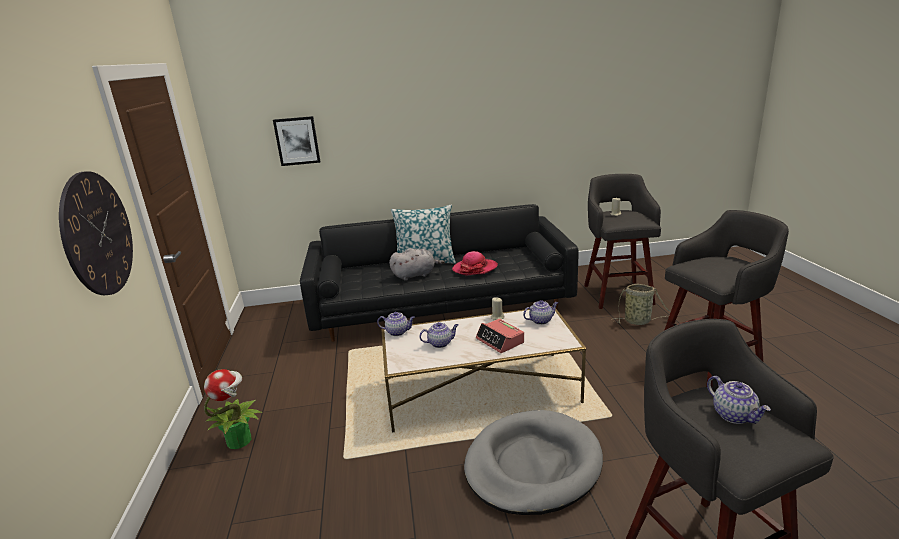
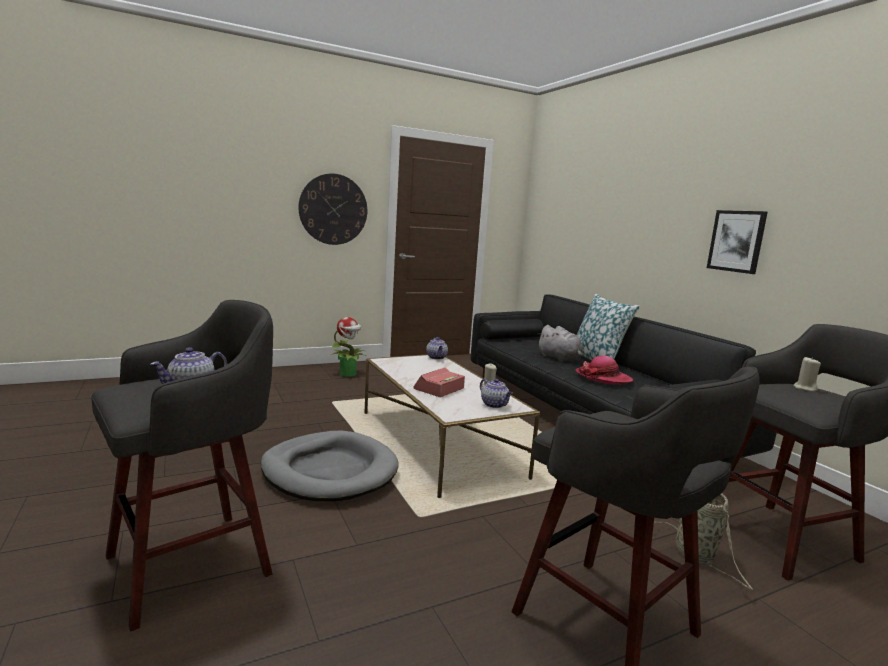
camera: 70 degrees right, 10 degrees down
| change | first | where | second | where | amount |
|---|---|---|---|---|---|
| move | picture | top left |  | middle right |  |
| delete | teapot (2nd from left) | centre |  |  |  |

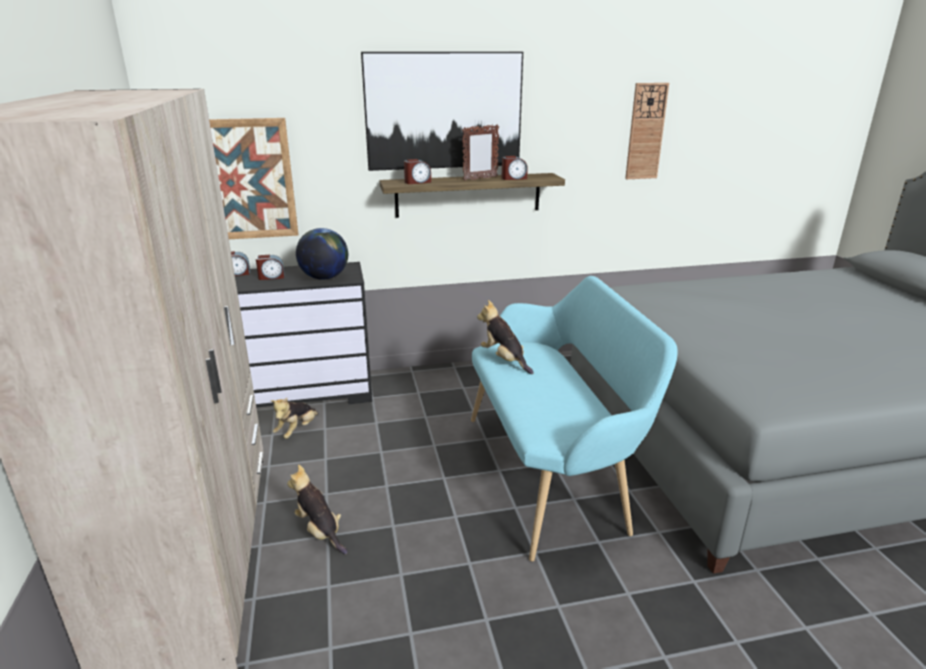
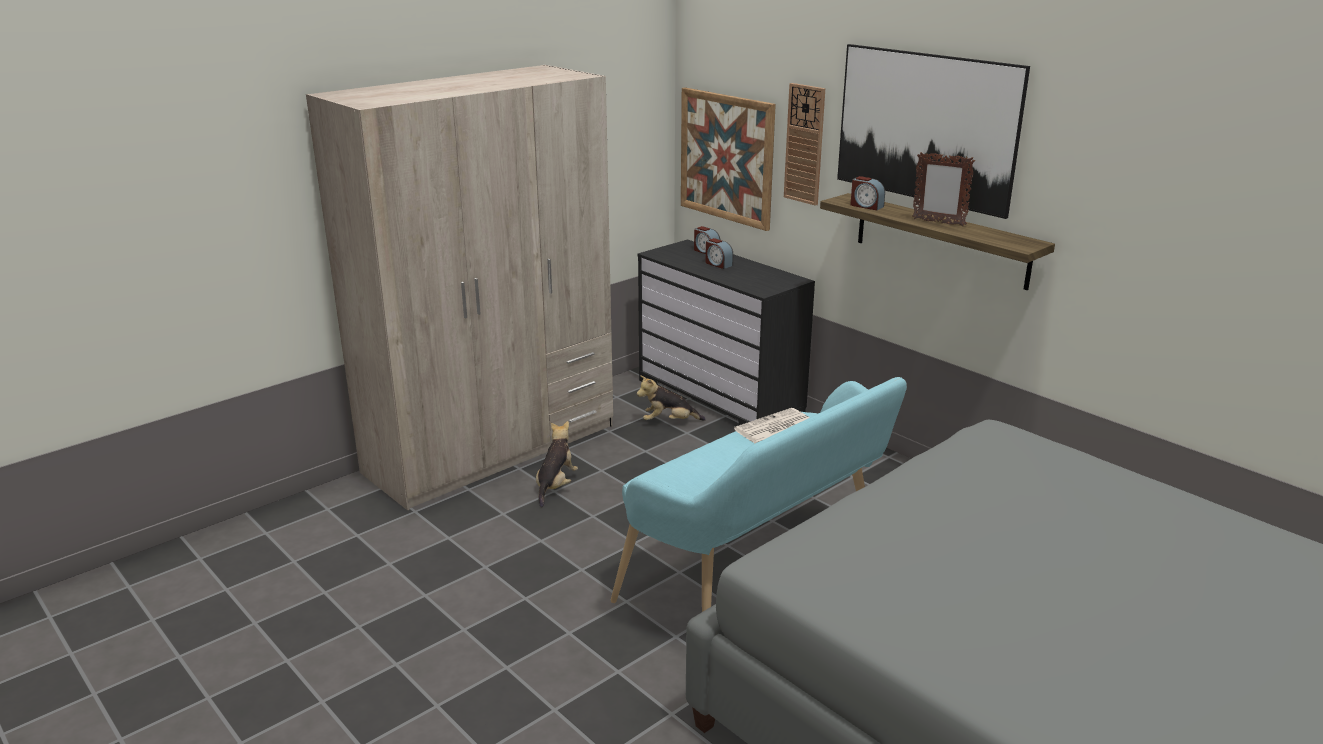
camera: 60 degrees right, 0 degrees up
| change | first | where | second | where | amount |
|---|---|---|---|---|---|
| replace | plush toy (3rd from left) | centre | newspaper | centre |  |
| move | wall clock | top right |  | top centre |  |
| delete | globe | centre |  |  |  |
| delete | alarm clock (4th from left) | top centre |  |  |  |

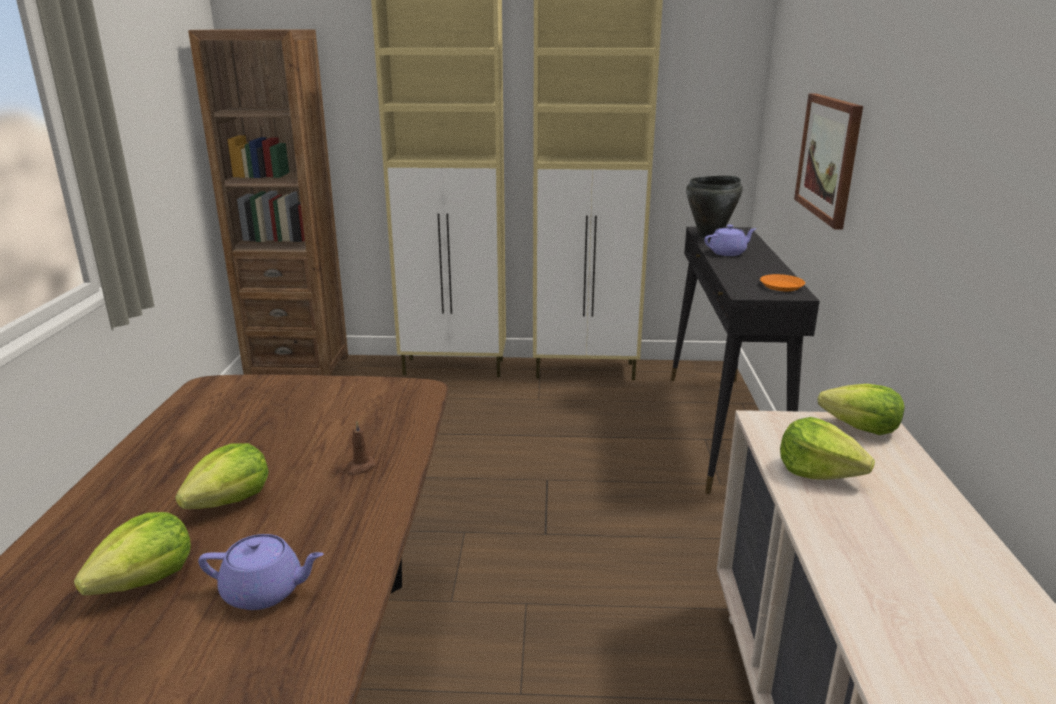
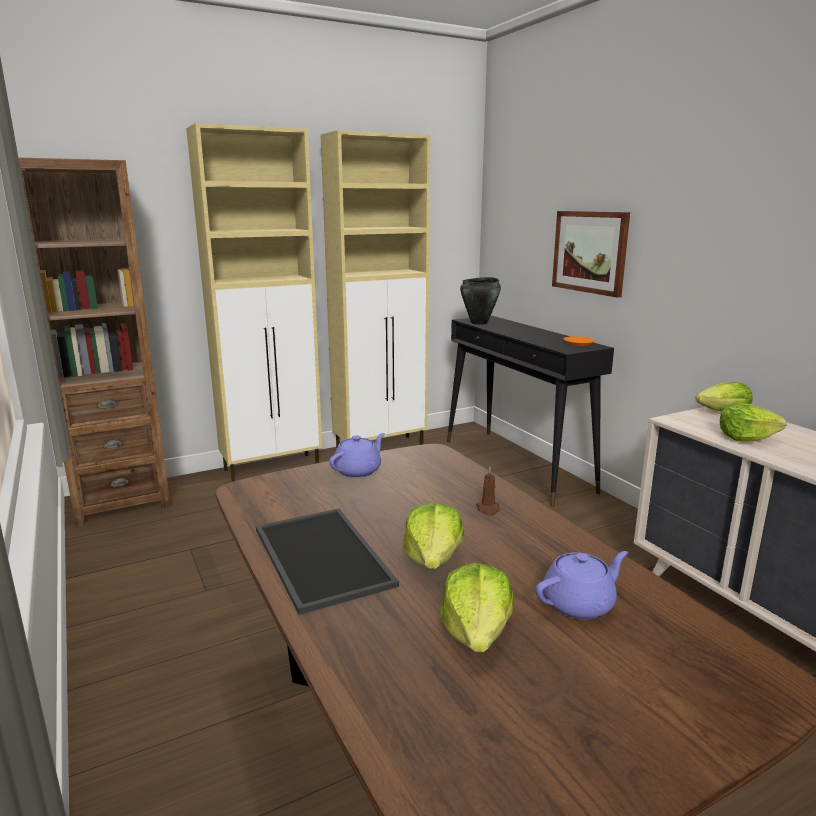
camera: 30 degrees left, 5 degrees down
| change | first | where | second | where | amount |
|---|---|---|---|---|---|
| insert |  |  | tray | bottom centre |  |
| move | purple teapot (2nd from left in the first image) | middle right | purple teapot (1st from left) | centre |  |

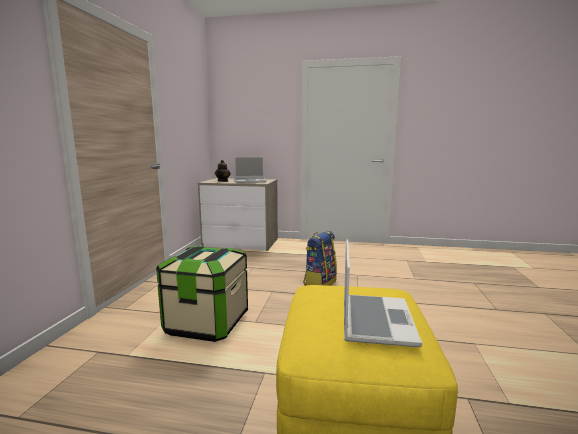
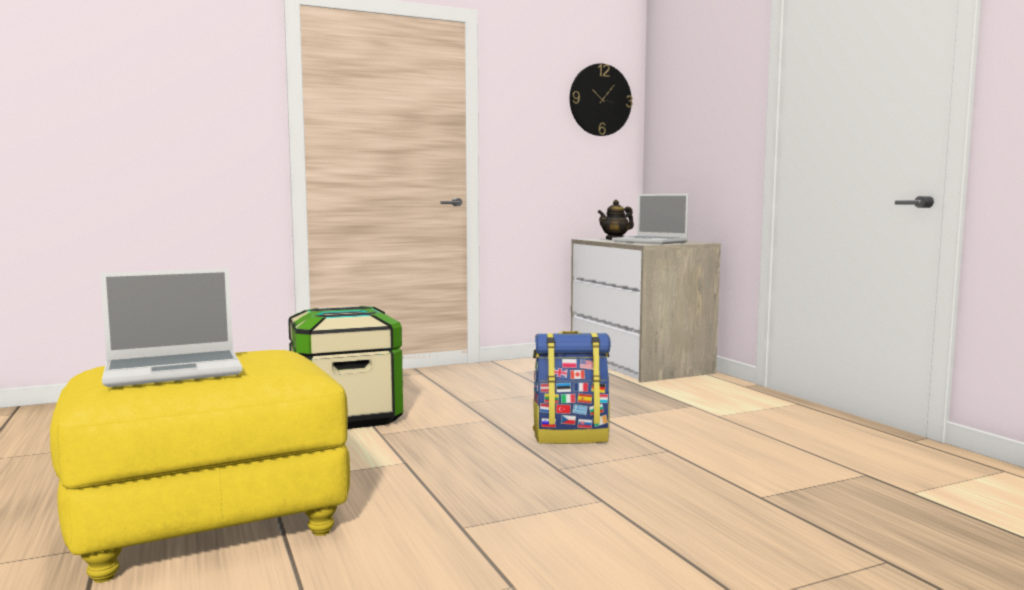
camera: 55 degrees right, 5 degrees down
| change | first | where | second | where | amount |
|---|---|---|---|---|---|
| insert |  |  | wall clock | top centre |  |

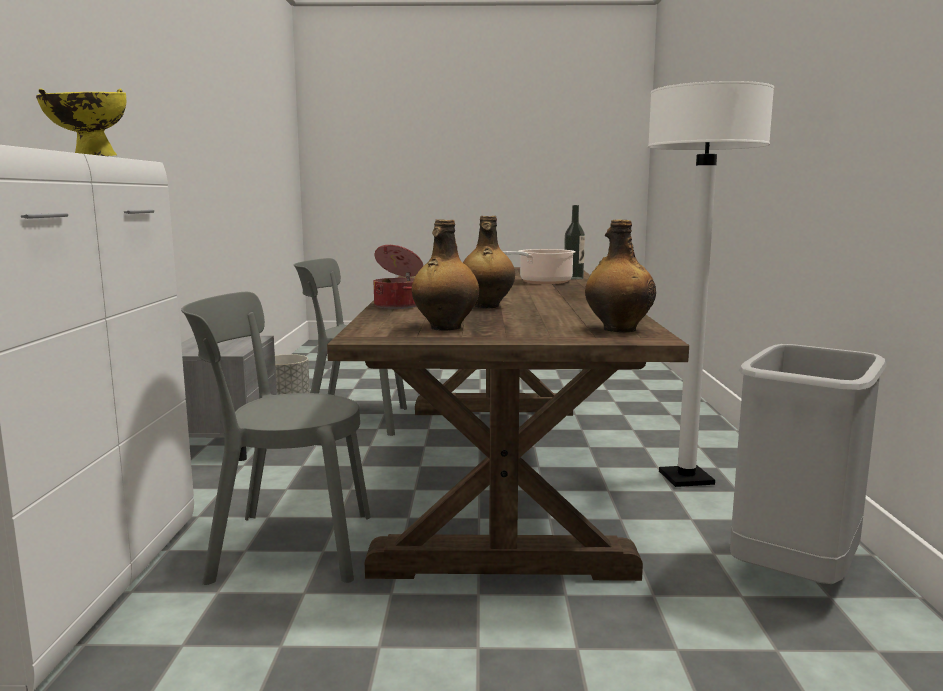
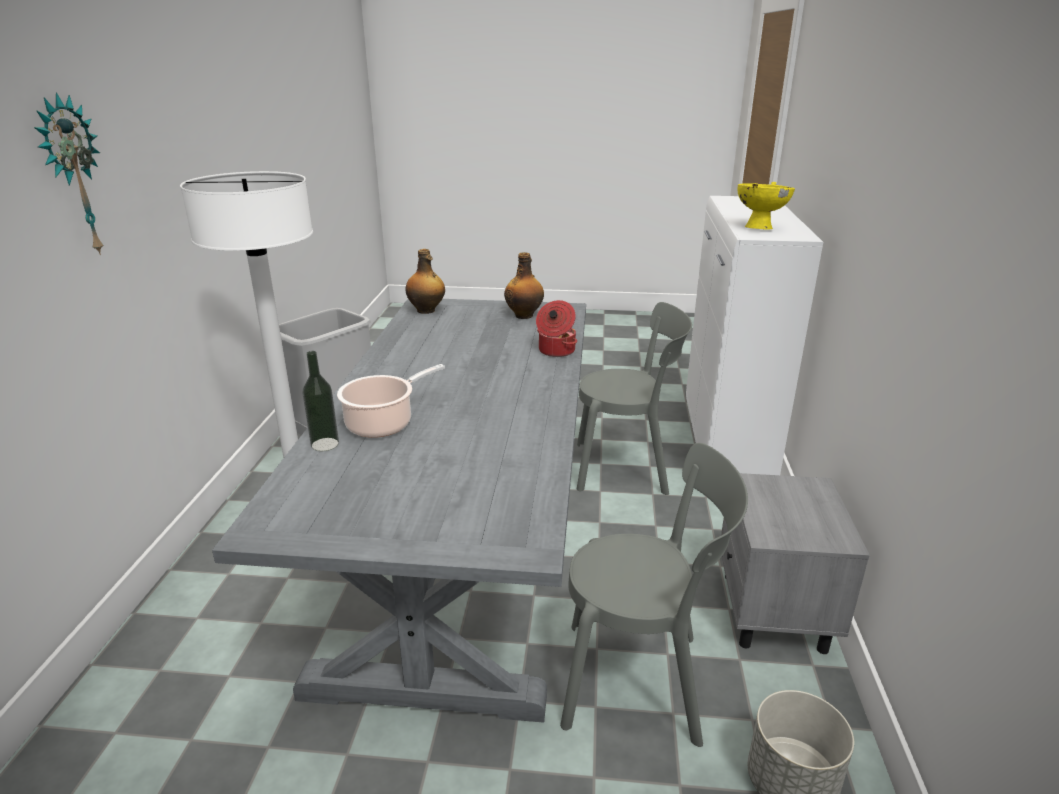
camera: 175 degrees left, 15 degrees up
| change | first | where | second | where | amount |
|---|---|---|---|---|---|
| insert |  |  | wall clock | top left |  |
| recolor | brown dining table | centre | grey dining table | centre |  |
| delete | bottle (2nd from left) | centre |  |  |  |

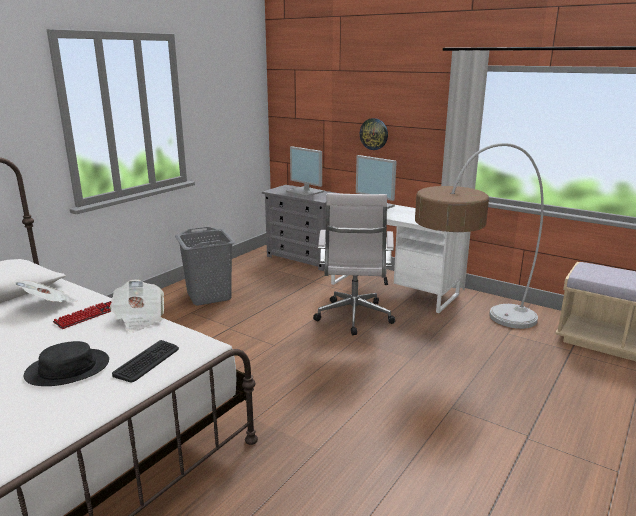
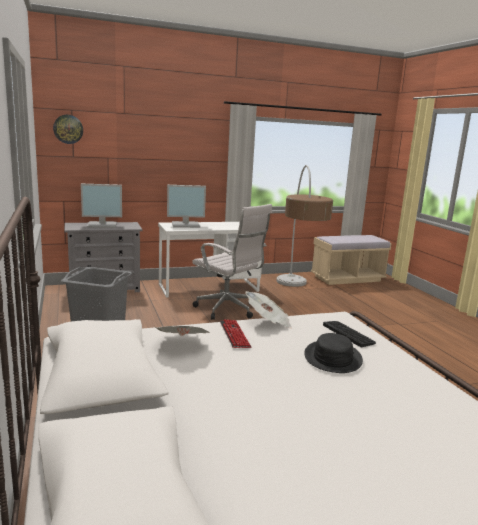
camera: 55 degrees left, 5 degrees down
| change | first | where | second | where | amount |
|---|---|---|---|---|---|
| move | wall clock | top centre |  | top left |  |

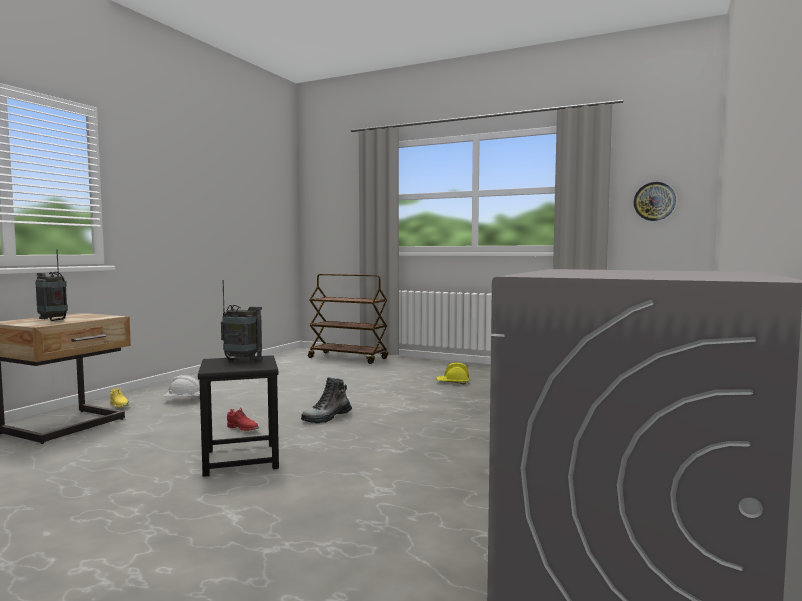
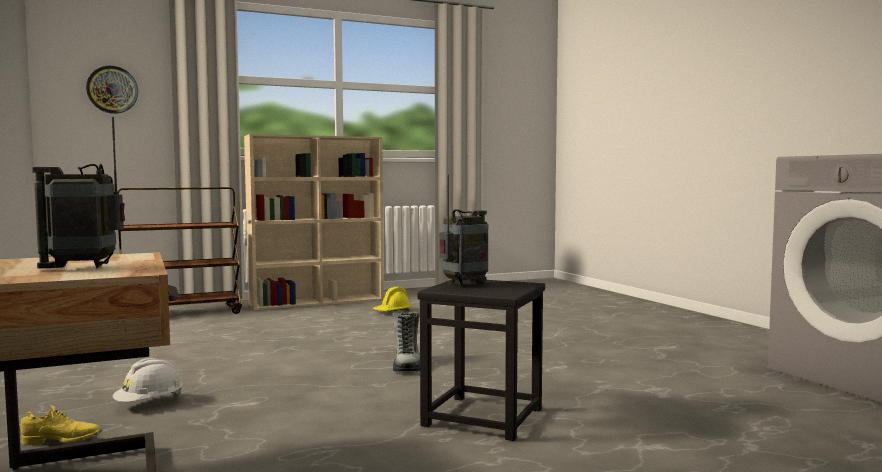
camera: 50 degrees left, 0 degrees up
| change | first | where | second | where | amount |
|---|---|---|---|---|---|
| move | wall clock | middle right |  | top left |  |
| insert |  |  | beige bookcase | centre |  |
| delete | red shoe | bottom left |  |  |  |

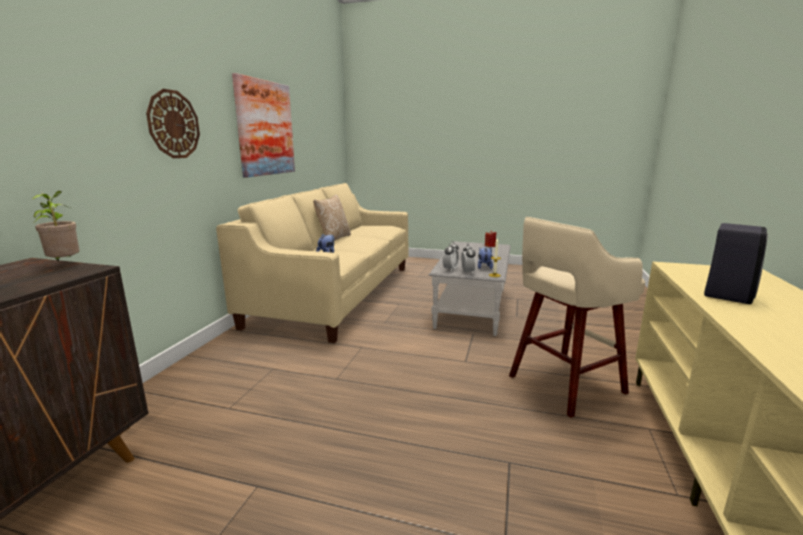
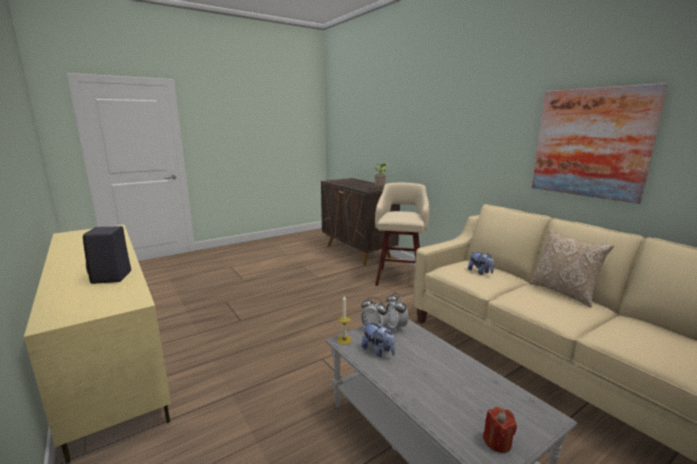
camera: 130 degrees right, 0 degrees up
| change | first | where | second | where | amount |
|---|---|---|---|---|---|
| move | beige stool | middle right |  | centre |  |
| delete | wall clock | top left |  |  |  |

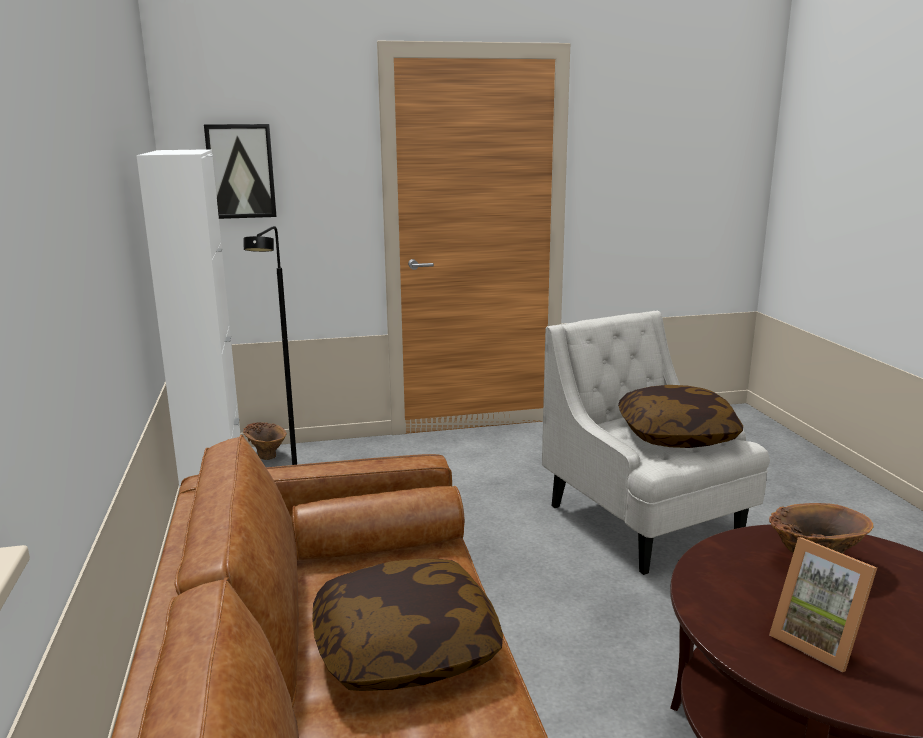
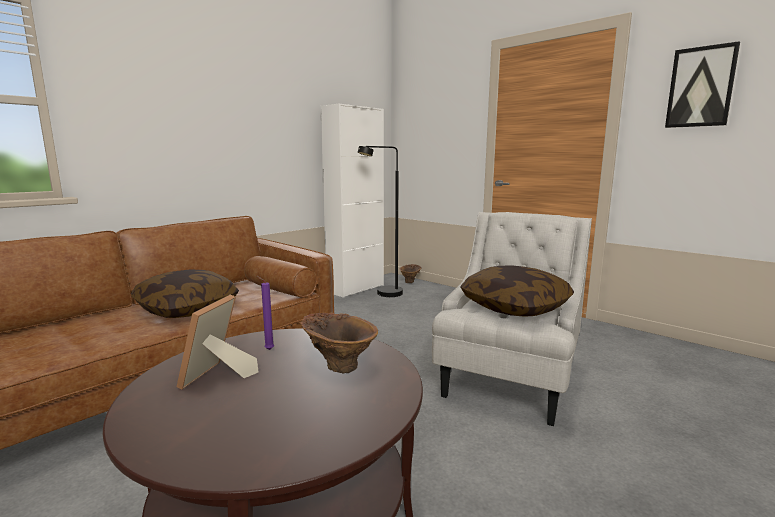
camera: 55 degrees right, 5 degrees down
| change | first | where | second | where | amount |
|---|---|---|---|---|---|
| insert |  |  | purple candle | centre |  |
| move | picture | top left |  | top right |  |

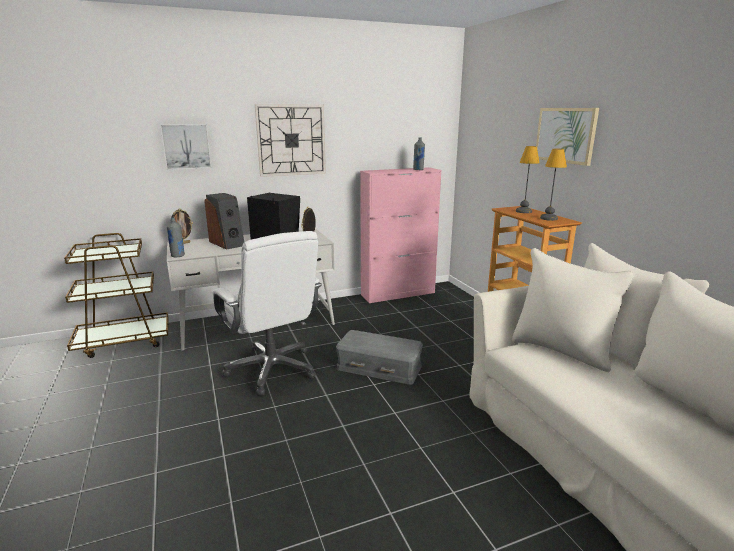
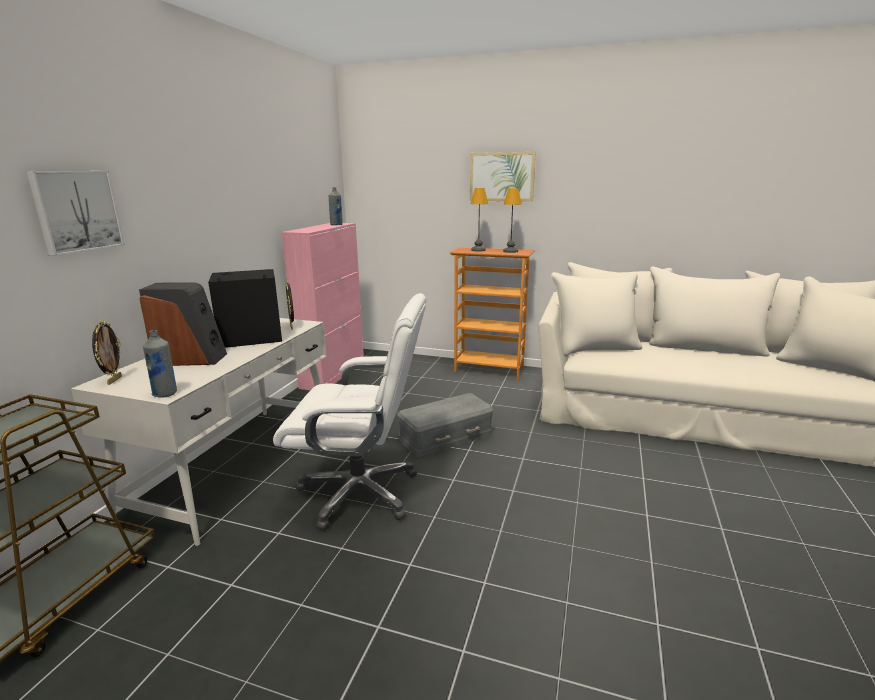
camera: 50 degrees left, 0 degrees up
| change | first | where | second | where | amount |
|---|---|---|---|---|---|
| delete | wall clock | top centre |  |  |  |

